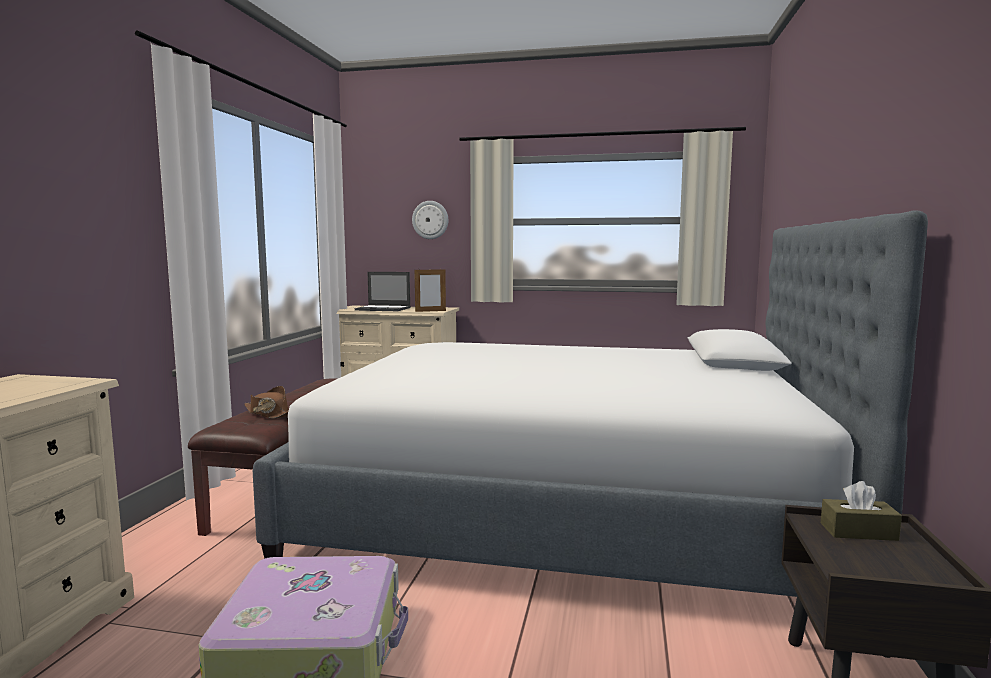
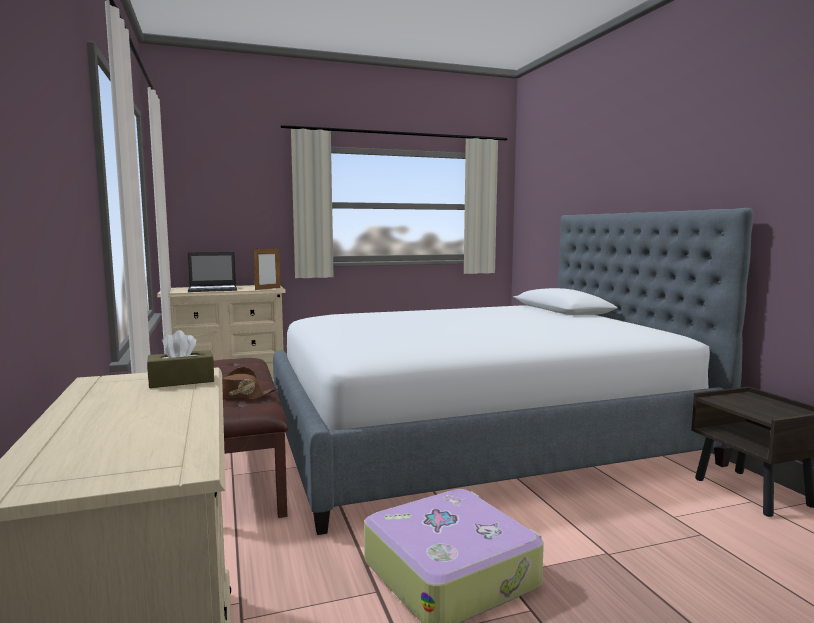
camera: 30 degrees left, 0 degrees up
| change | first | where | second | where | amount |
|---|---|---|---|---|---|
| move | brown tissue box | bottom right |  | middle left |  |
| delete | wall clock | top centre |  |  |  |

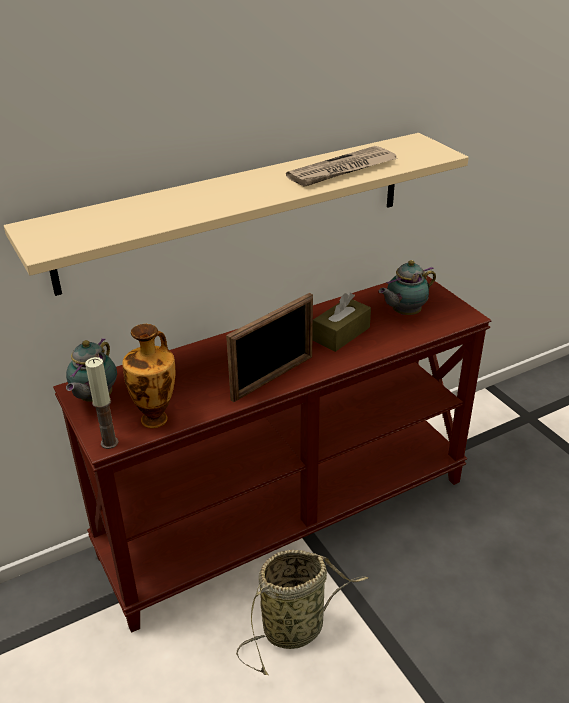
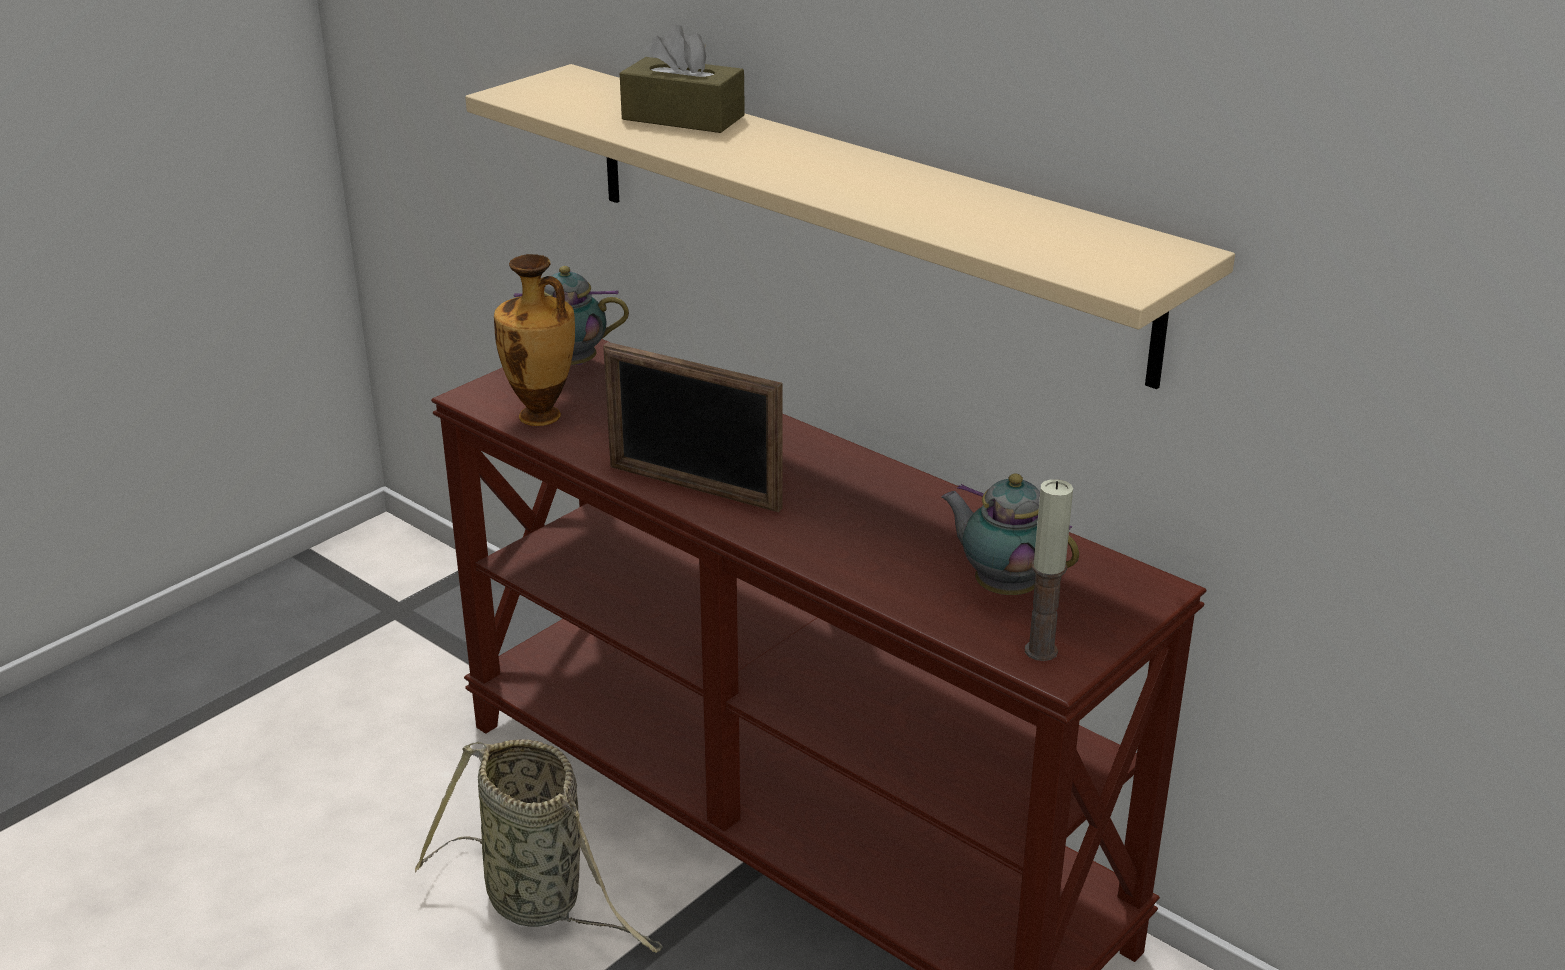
camera: 70 degrees right, 5 degrees down
| change | first | where | second | where | amount |
|---|---|---|---|---|---|
| move | brown tissue box | centre |  | top centre |  |
| move | candle | middle left |  | middle right |  |
| delete | newspaper | top centre |  |  |  |

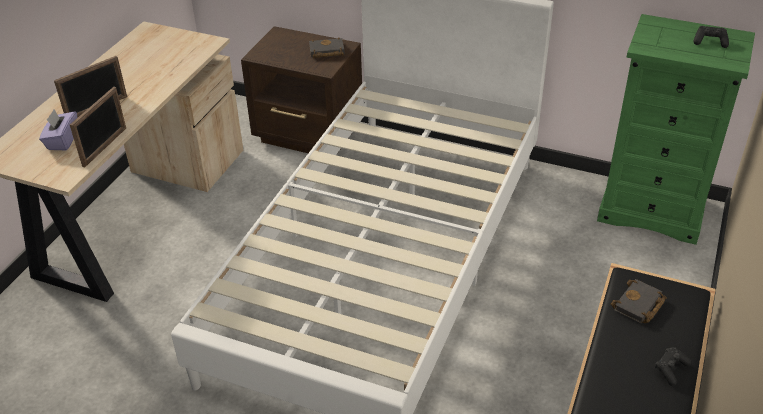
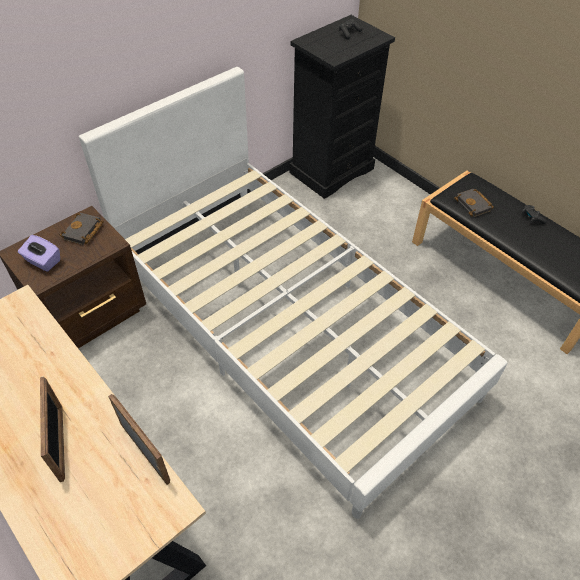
camera: 65 degrees left, 10 degrees up
| change | first | where | second | where | amount |
|---|---|---|---|---|---|
| move | purple tissue box | top left |  | middle left |  |
| recolor | green dresser | top right | black dresser | top centre |  |

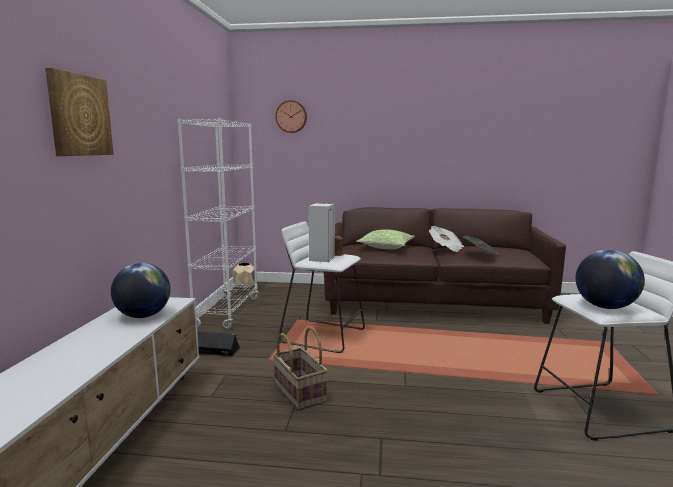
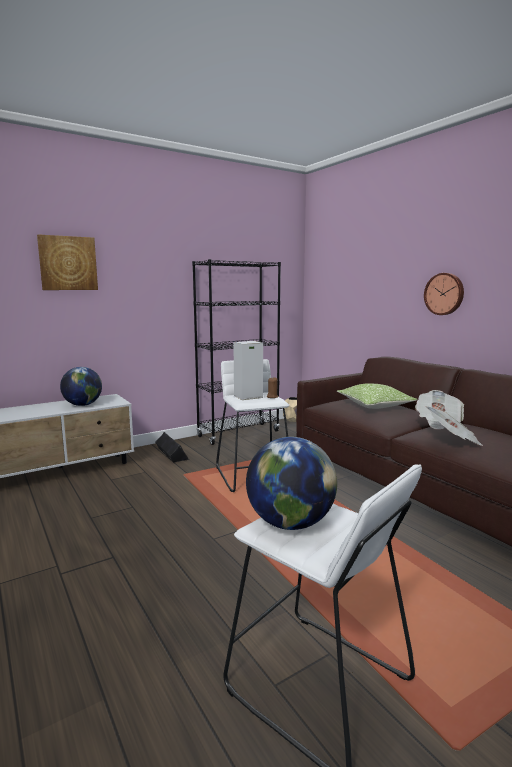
camera: 50 degrees right, 0 degrees up
| change | first | where | second | where | amount |
|---|---|---|---|---|---|
| recolor | white bookcase | middle left | black bookcase | centre |  |
| move | wall clock | top centre |  | middle right |  |
| delete | basket | bottom centre |  |  |  |

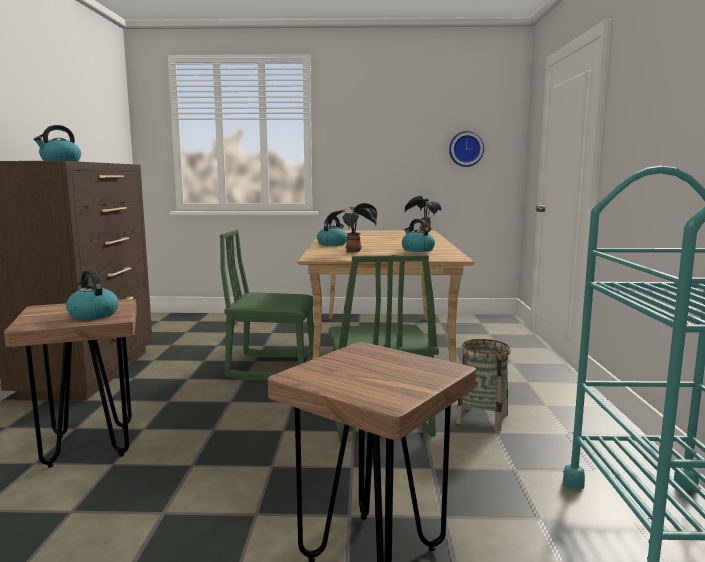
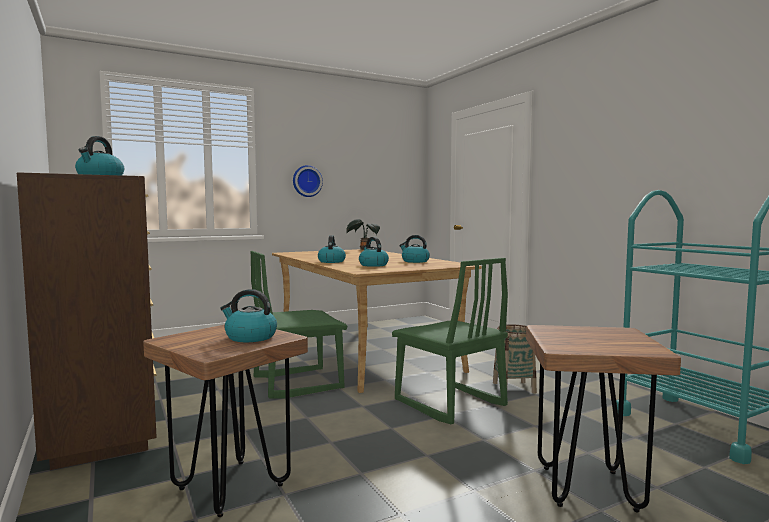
camera: 30 degrees left, 5 degrees down
| change | first | where | second | where | amount |
|---|---|---|---|---|---|
| move | wall clock | top centre |  | centre |  |
| replace | potted plant (1st from left) | centre | kettle (4th from left) | centre |  |

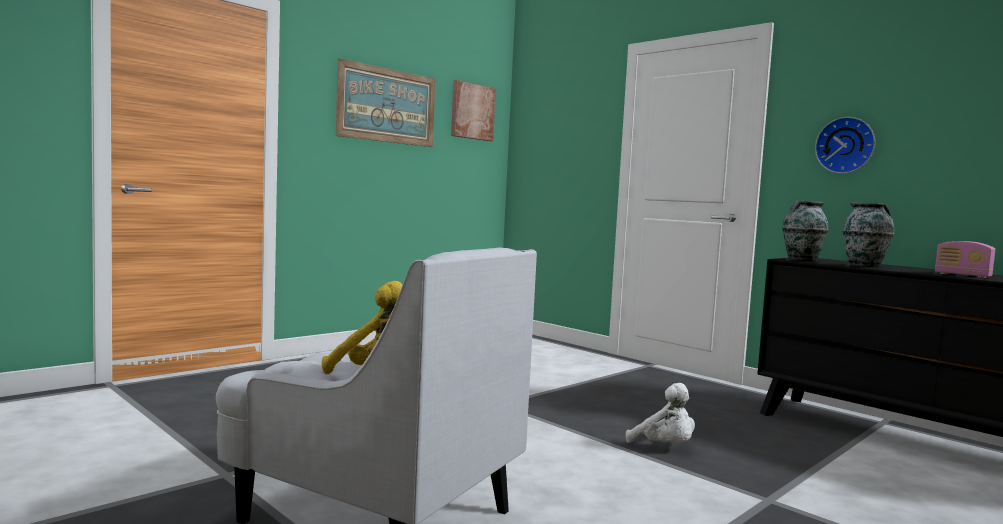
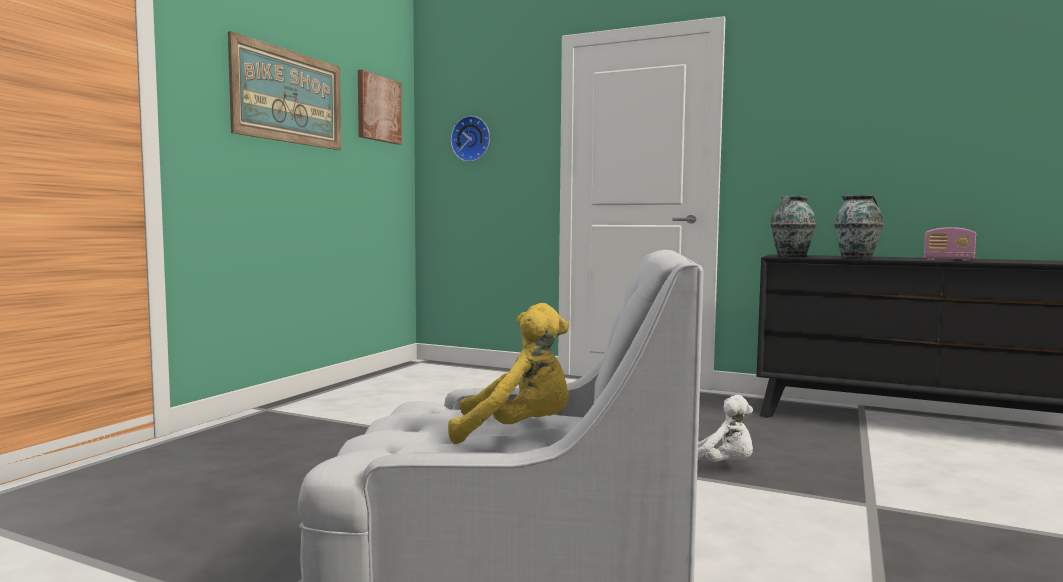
camera: 20 degrees left, 0 degrees up
| change | first | where | second | where | amount |
|---|---|---|---|---|---|
| move | wall clock | top right |  | top centre |  |

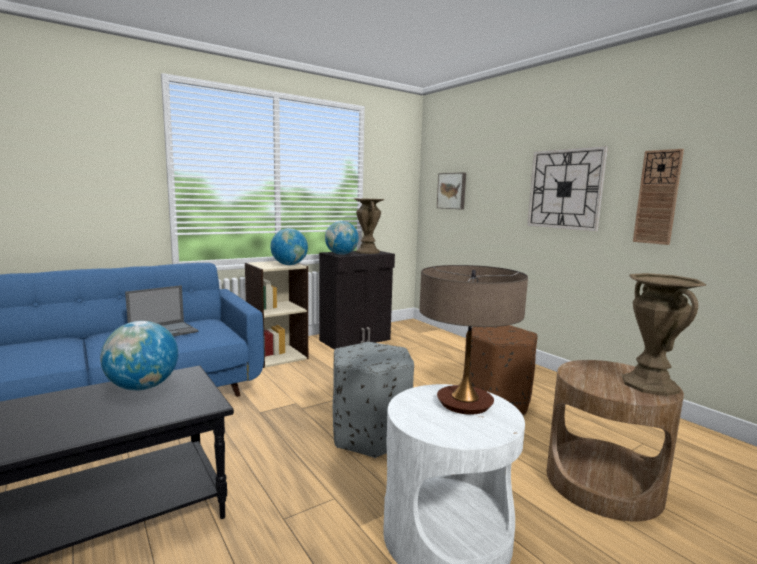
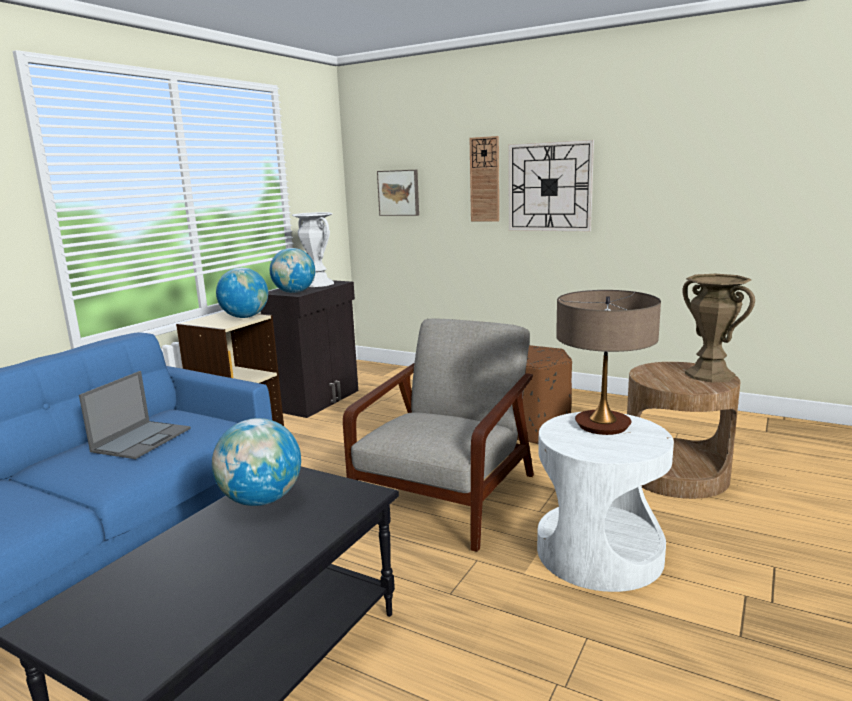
camera: 25 degrees left, 5 degrees up
| change | first | where | second | where | amount |
|---|---|---|---|---|---|
| recolor | brown vase (1st from left) | centre | white vase | centre |  |
| replace | grey ottoman | bottom centre | grey armchair | centre |  |
| move | wall clock (2nd from left in the first image) | middle right | wall clock (1st from left) | top centre |  |

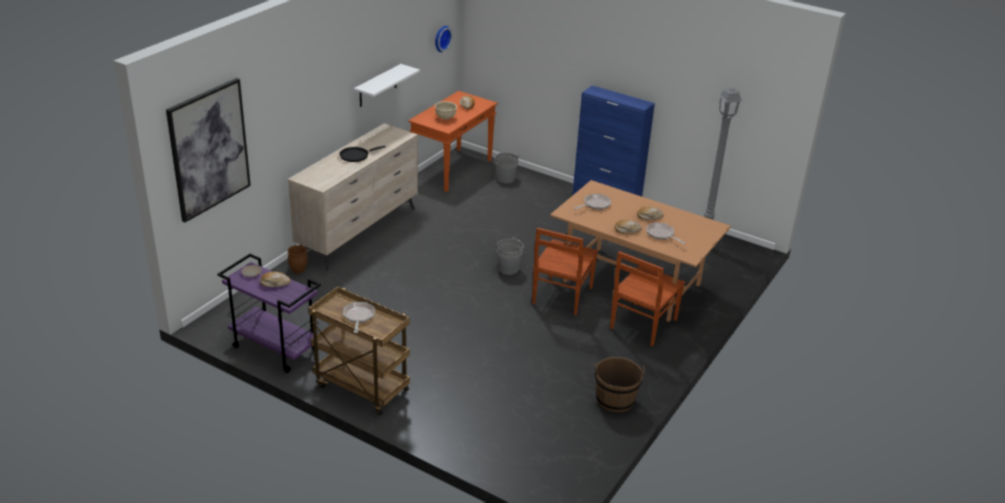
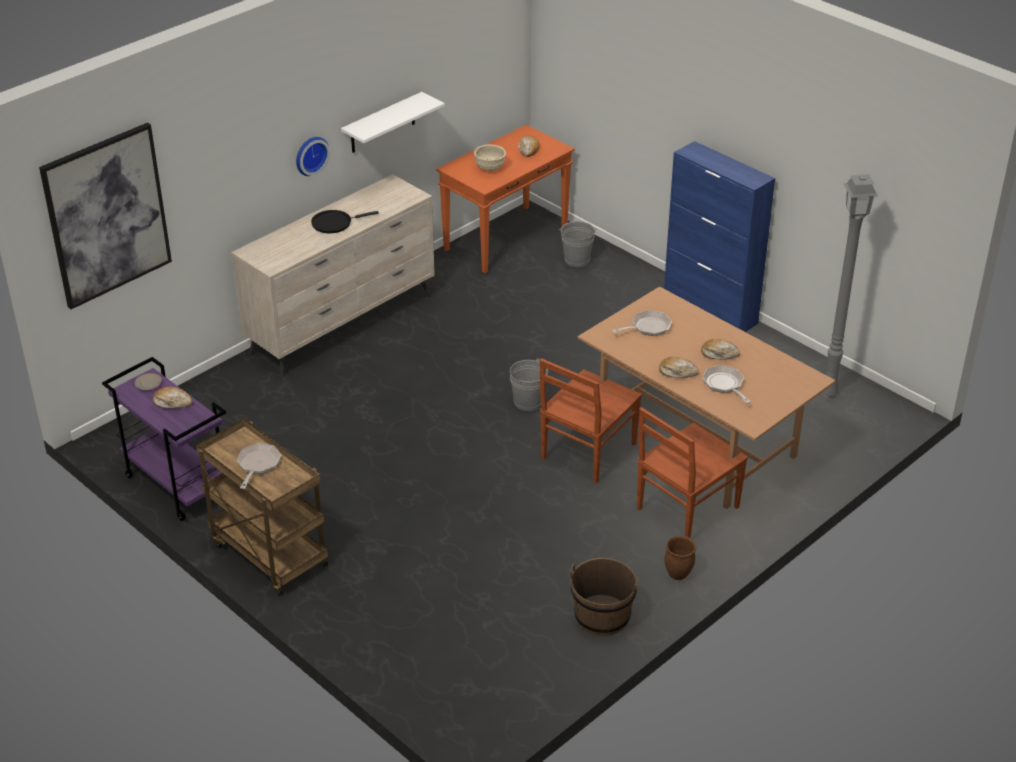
camera: 15 degrees right, 5 degrees up
| change | first | where | second | where | amount |
|---|---|---|---|---|---|
| move | wall clock | top centre |  | top left |  |
| move | brown planter | middle left |  | bottom right |  |

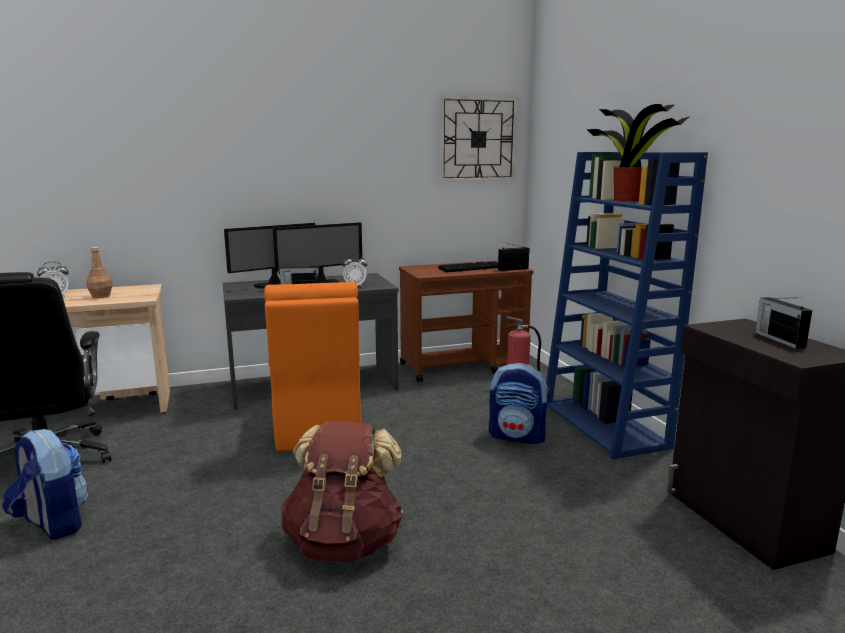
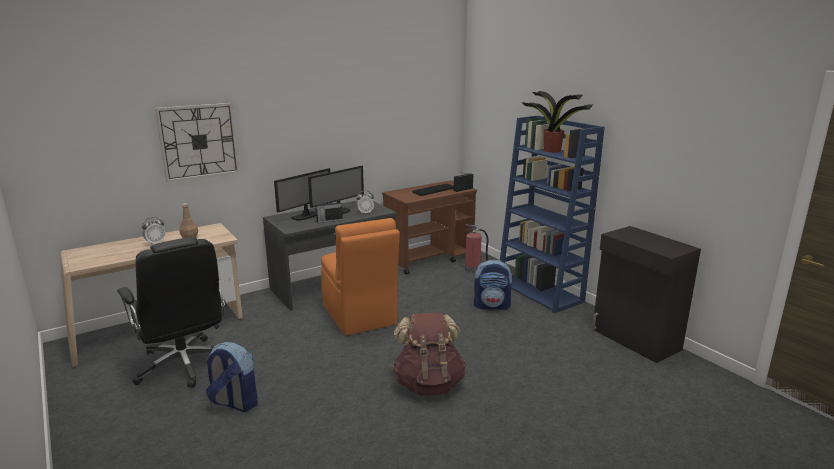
camera: 15 degrees left, 5 degrees up
| change | first | where | second | where | amount |
|---|---|---|---|---|---|
| move | wall clock | top centre |  | top left |  |
| delete | radio (3rd from left) | middle right |  |  |  |

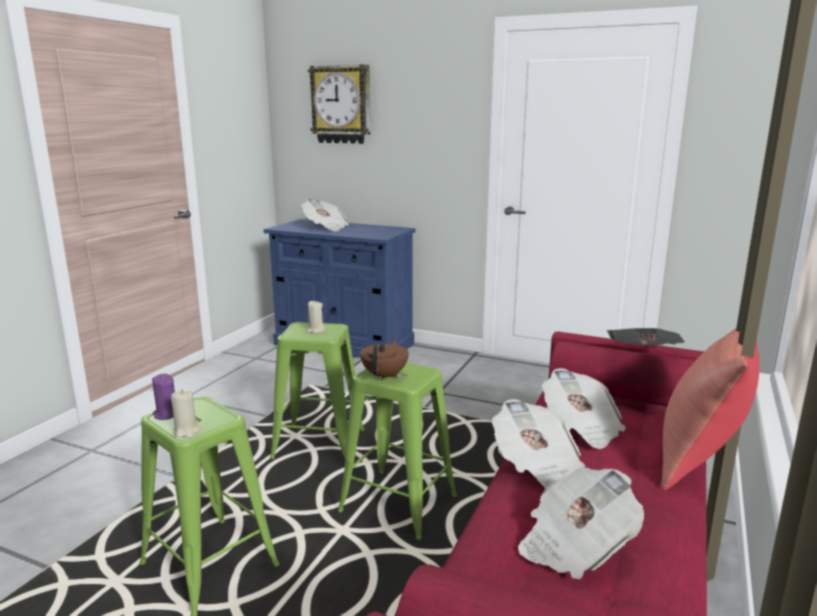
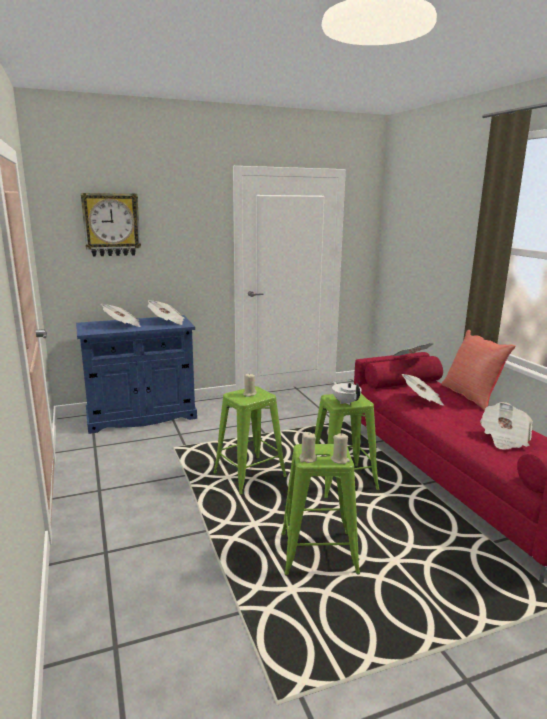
camera: 45 degrees left, 0 degrees up
| change | first | where | second | where | amount |
|---|---|---|---|---|---|
| move | newspaper (2nd from left) | bottom centre |  | middle left |  |
| recolor | purple candle | middle left | beige candle (2nd from left) | centre |  |
| recolor | brown teapot | centre | white teapot | centre |  |

